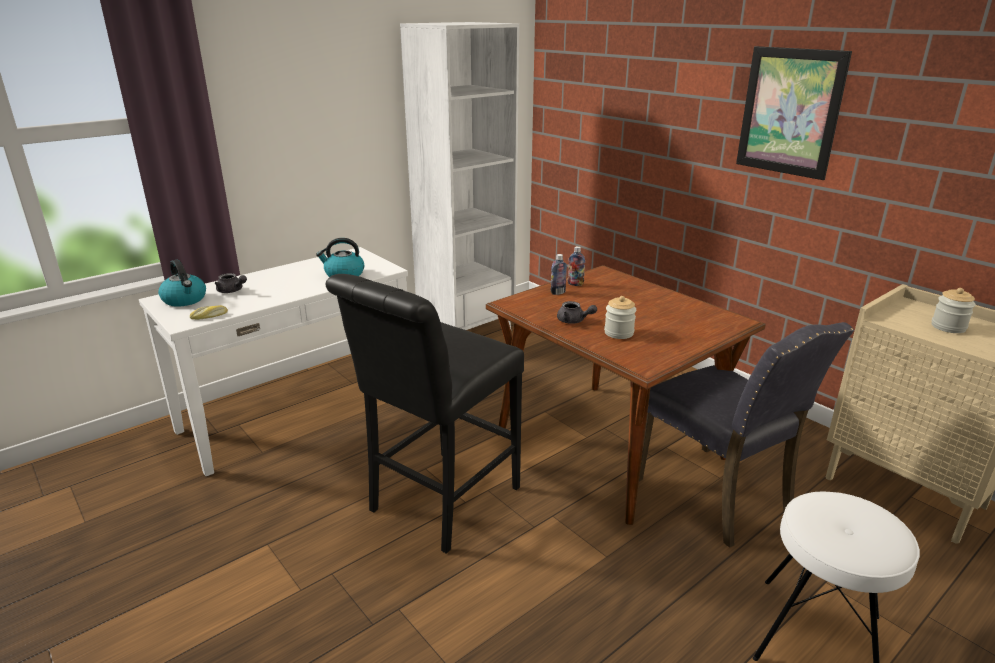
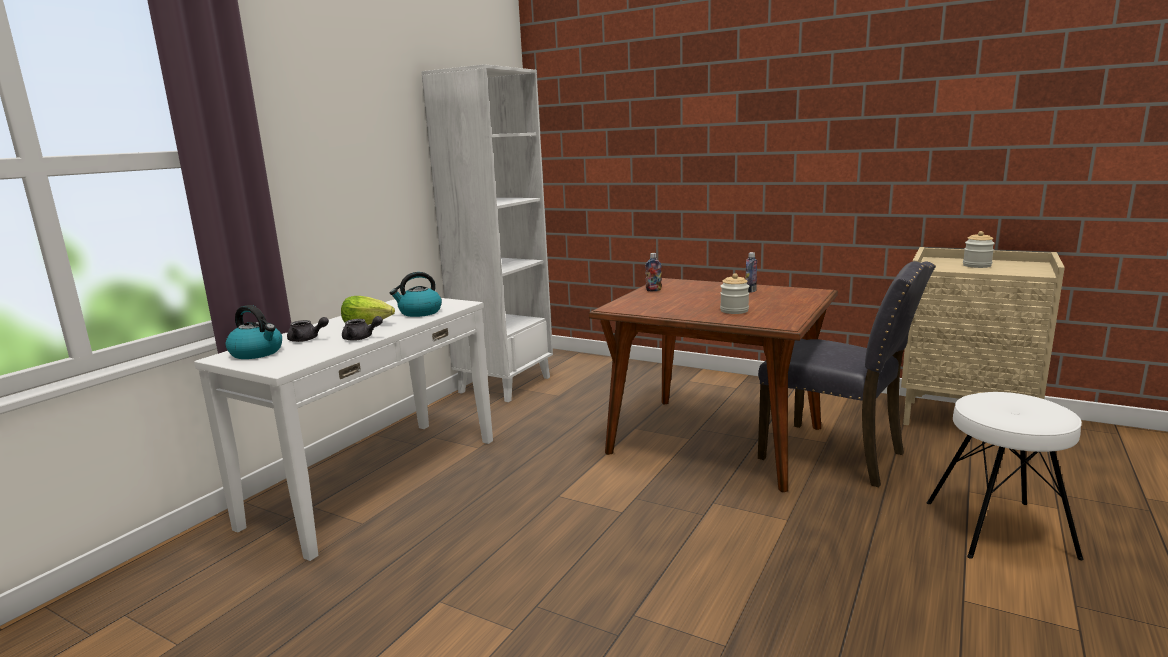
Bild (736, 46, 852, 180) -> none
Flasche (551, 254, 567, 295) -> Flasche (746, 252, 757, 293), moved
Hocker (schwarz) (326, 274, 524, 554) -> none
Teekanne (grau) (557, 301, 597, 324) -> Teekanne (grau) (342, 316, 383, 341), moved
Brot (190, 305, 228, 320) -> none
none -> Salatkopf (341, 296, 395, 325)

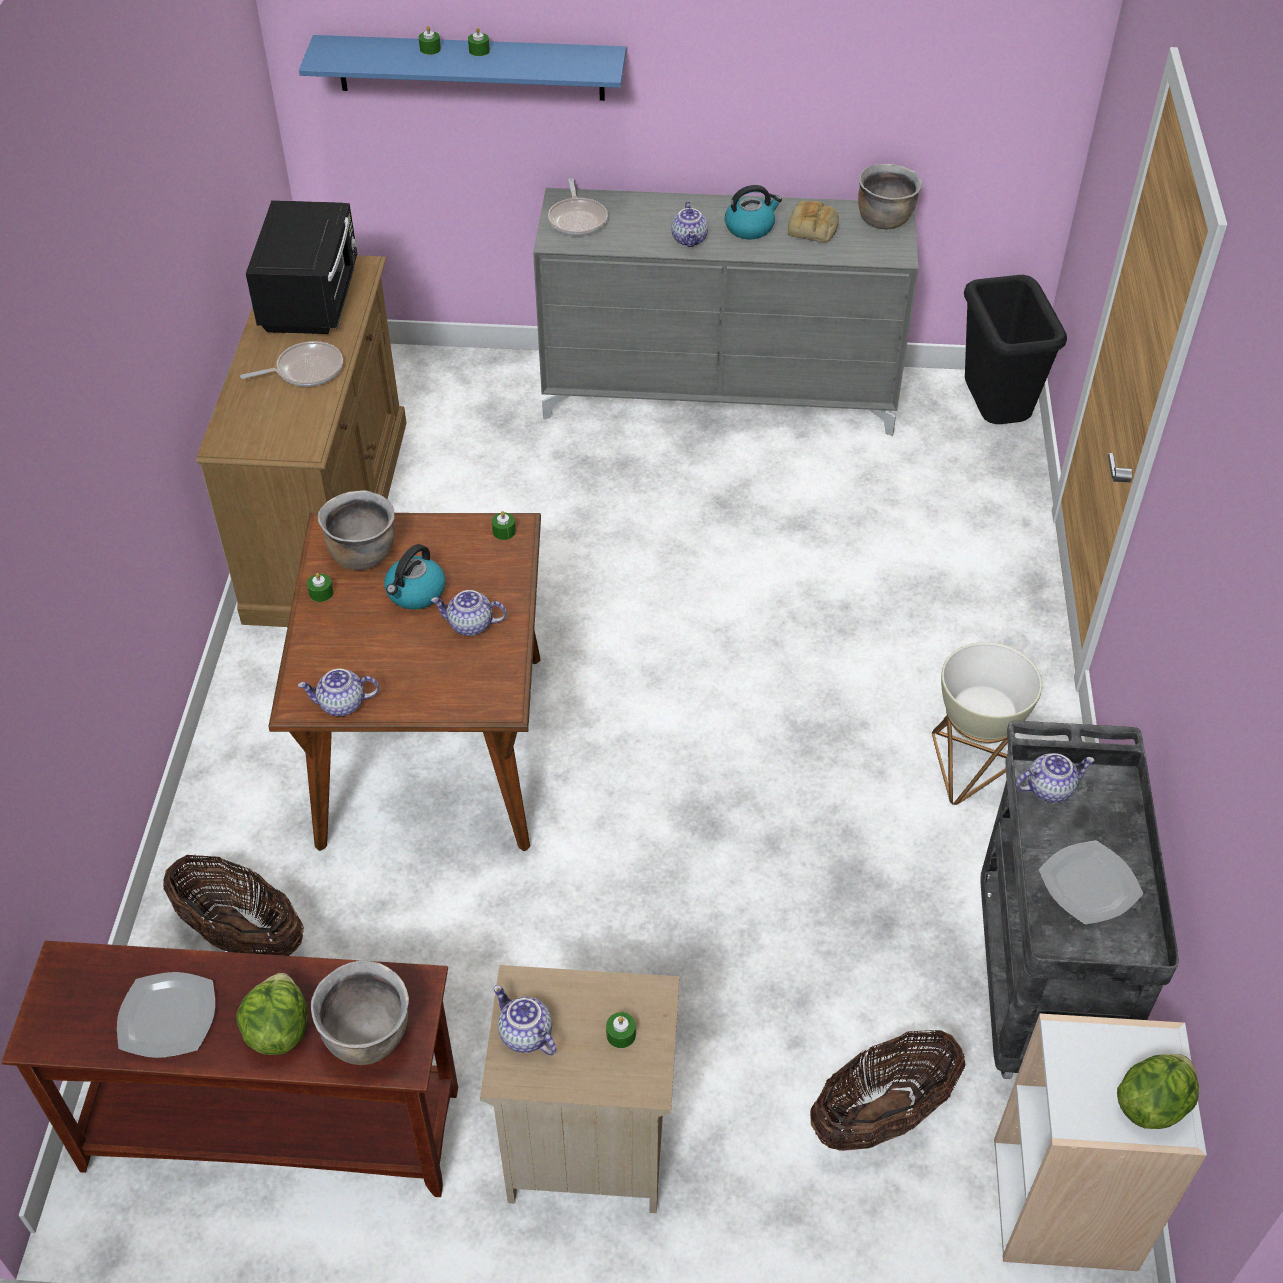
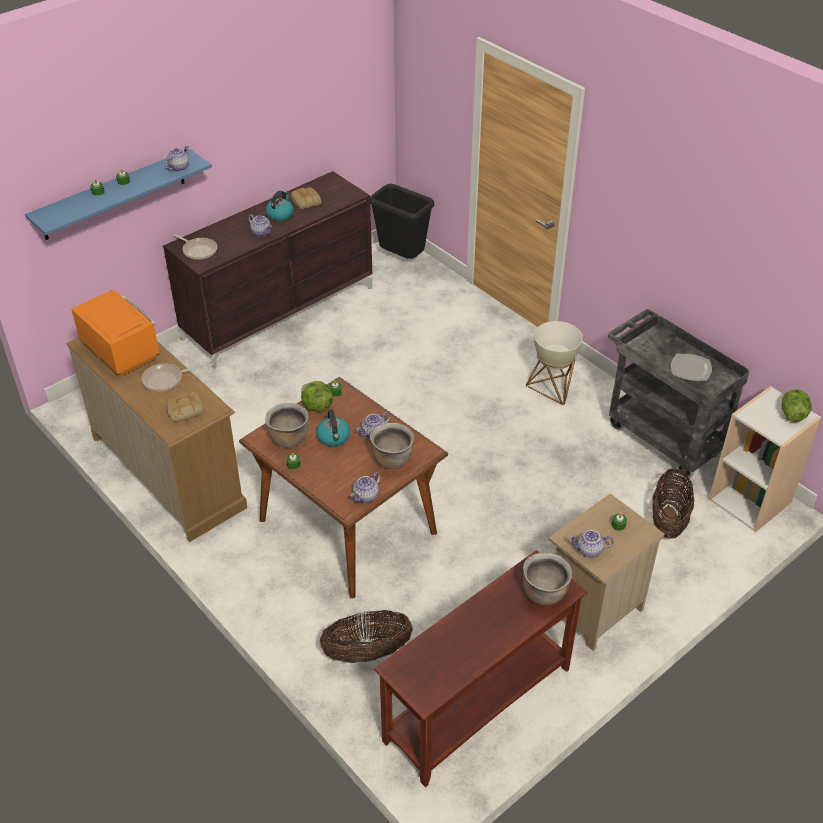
Kochtopf (braun) (858, 164, 922, 229) -> Kochtopf (braun) (370, 423, 414, 469), moved
Kommode (grau) (533, 188, 919, 436) -> Kommode (braun) (163, 171, 373, 370)
Mikrowelle (schwarz) (246, 200, 357, 334) -> Mikrowelle (orange) (71, 289, 160, 376)
Pfanne (240, 341, 343, 387) -> Pfanne (142, 363, 203, 392), 135 degrees counterclockwise
Teekanne (1016, 753, 1095, 803) -> Teekanne (165, 145, 189, 172), moved
Teller (117, 972, 215, 1058) -> none
Salatkopf (236, 973, 307, 1055) -> Salatkopf (301, 381, 333, 412), moved
none -> Brot (166, 392, 204, 422)

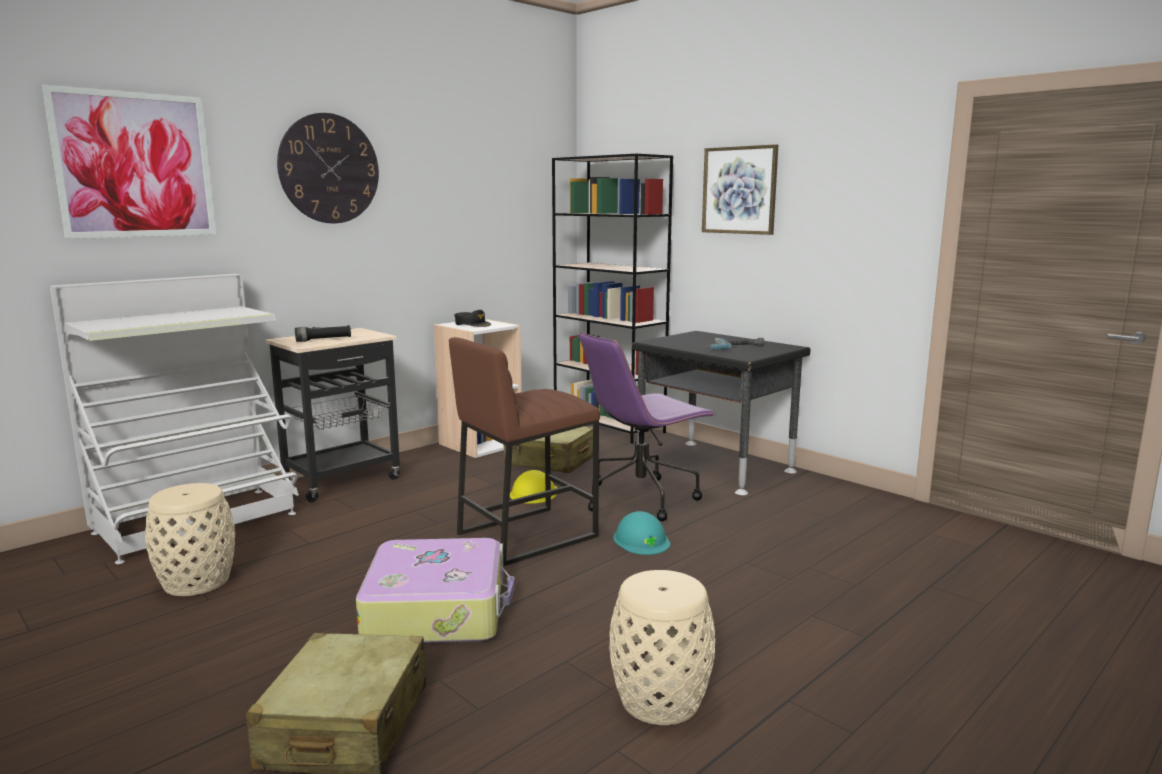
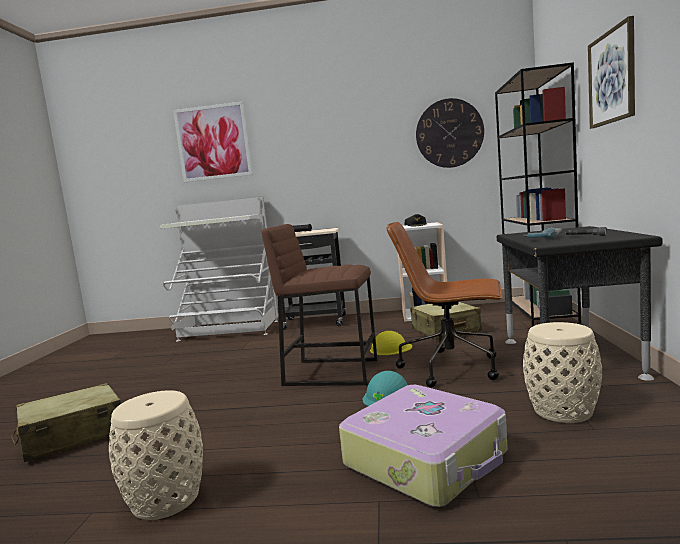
Wanduhr (277, 113, 379, 223) -> Wanduhr (416, 98, 484, 168), moved
Bürostuhl (lila) (579, 332, 716, 521) -> Bürostuhl (braun) (386, 222, 502, 388)
Hocker (beige) (145, 483, 235, 596) -> Hocker (beige) (523, 322, 602, 423), moved
Koffer (356, 538, 515, 643) -> Koffer (339, 385, 508, 507), moved

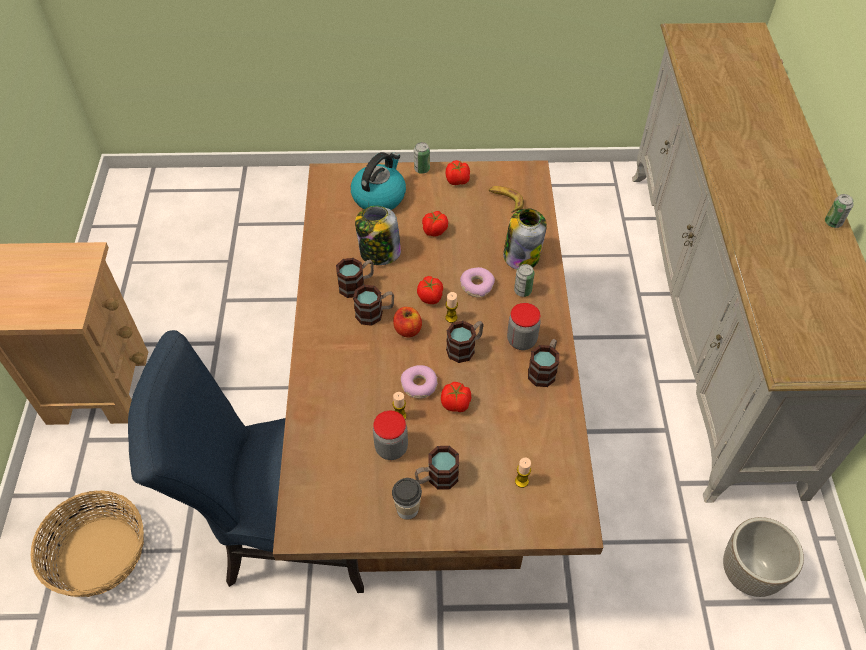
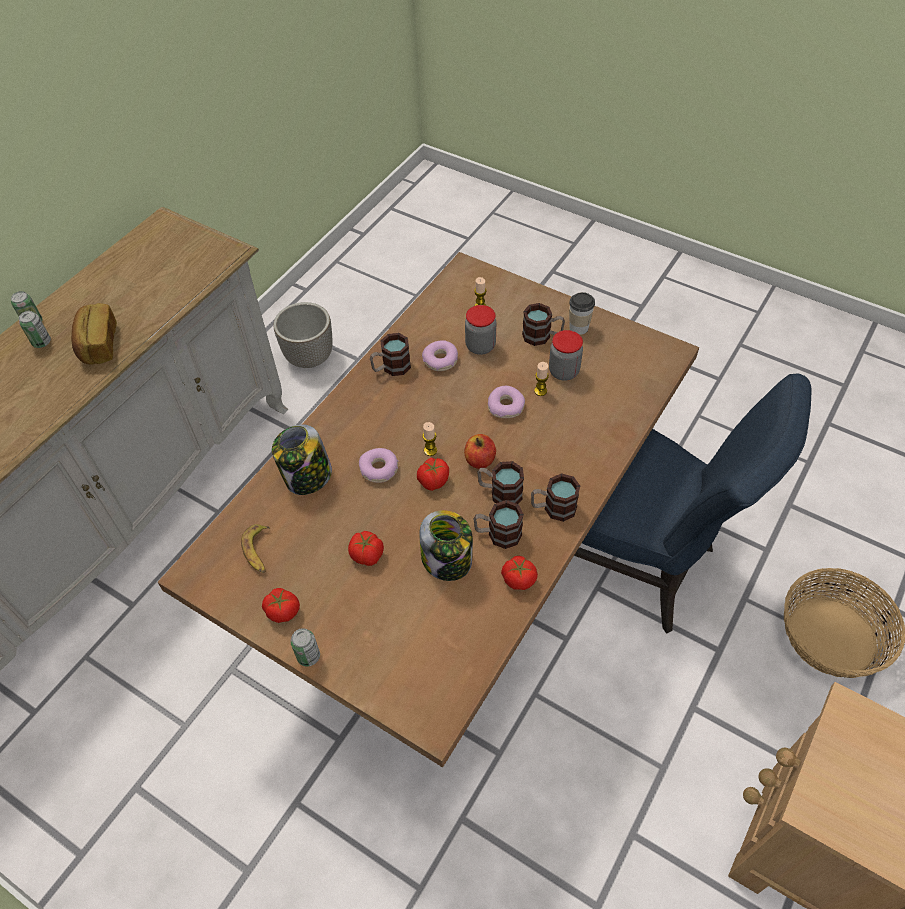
Wasserkessel (351, 152, 406, 210) -> none
Dose (514, 264, 534, 297) -> Dose (19, 311, 51, 348), moved
Vorratsglas (507, 303, 541, 350) -> Vorratsglas (465, 305, 496, 355), moved
Henkelbecher (446, 321, 484, 363) -> Henkelbecher (531, 473, 580, 522), moved
Tomate (441, 382, 471, 412) -> Tomate (501, 556, 538, 590), moved
none -> Brot (71, 303, 117, 364)
none -> Donut (422, 340, 458, 371)

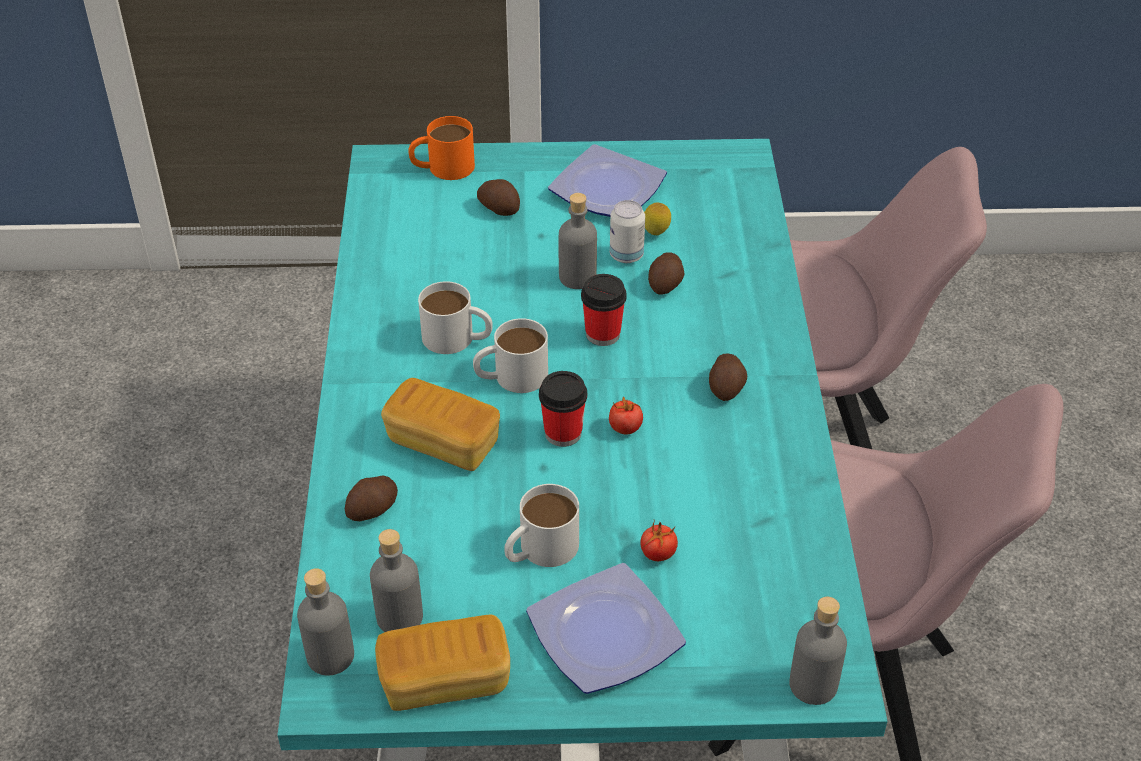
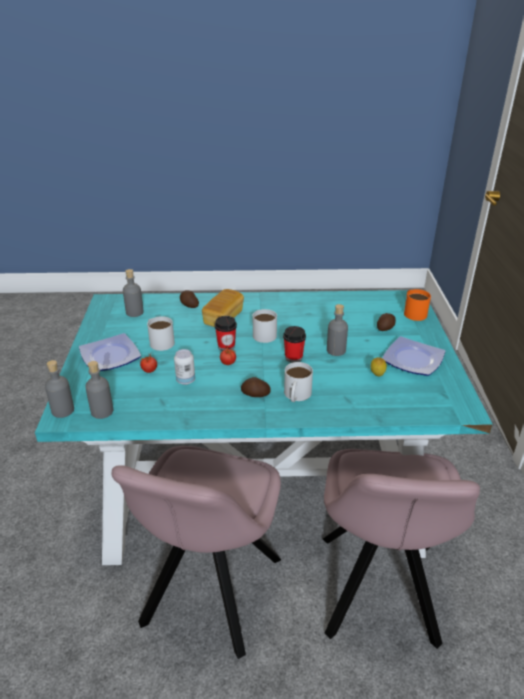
Dose (610, 200, 645, 263) -> Dose (174, 349, 195, 385), moved
Kartoffel (648, 252, 685, 294) -> none
Henkelbecher (weiß) (418, 281, 493, 354) -> Henkelbecher (weiß) (284, 362, 313, 402), moved
Flasche (grau) (297, 568, 354, 676) -> Flasche (grau) (85, 361, 113, 419), moved
Brot (375, 615, 510, 711) -> none

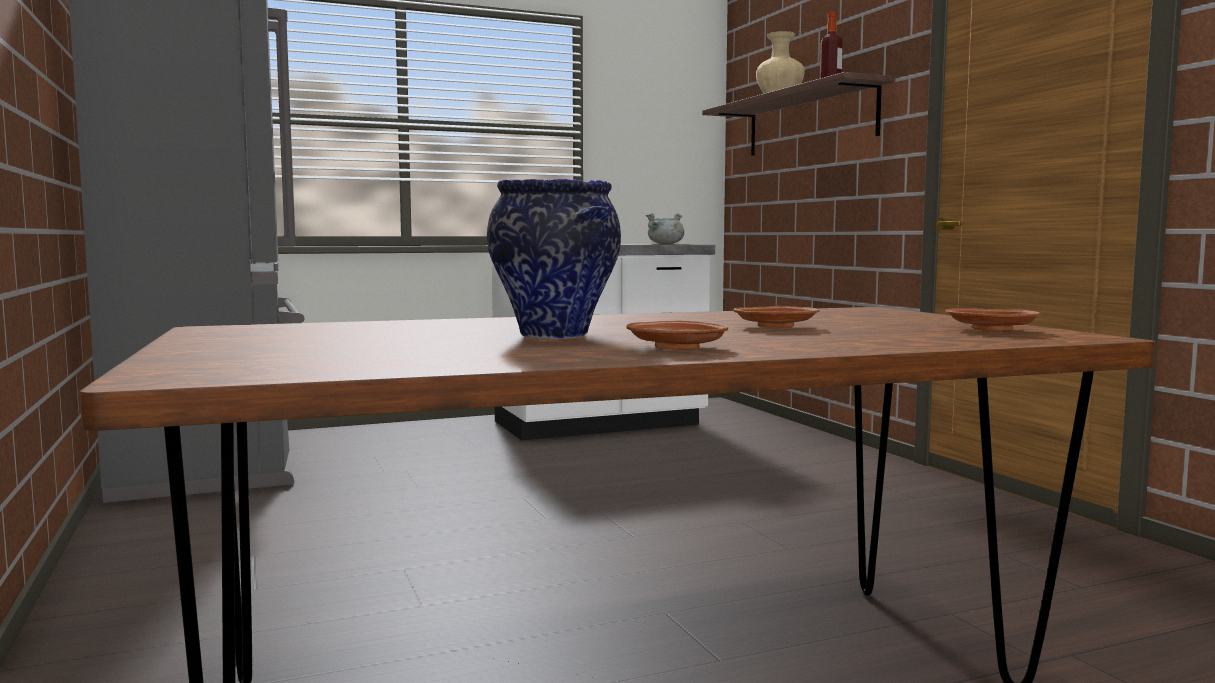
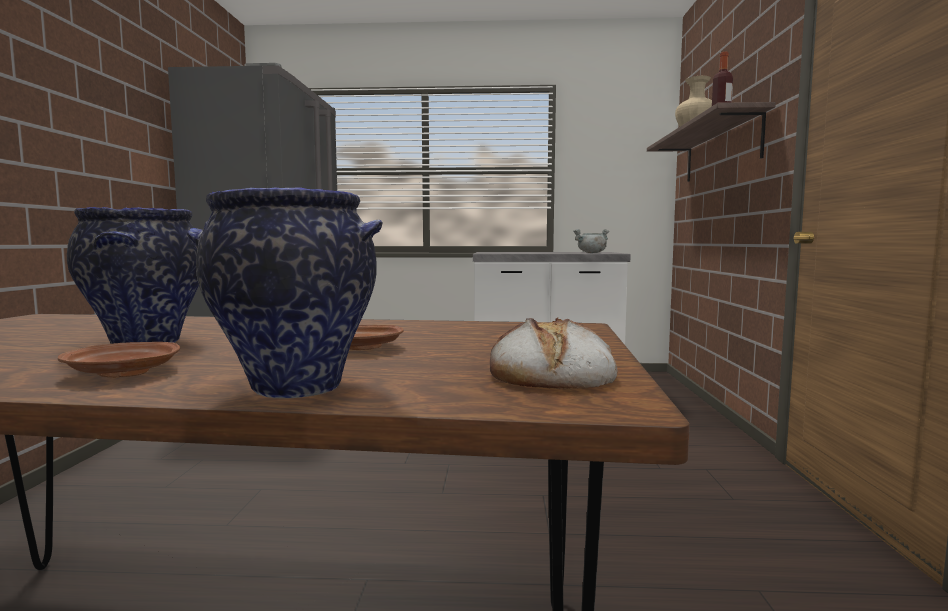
Teller (braun) (946, 308, 1040, 331) -> Brot (490, 318, 618, 389)
none -> Vase (187, 187, 383, 398)

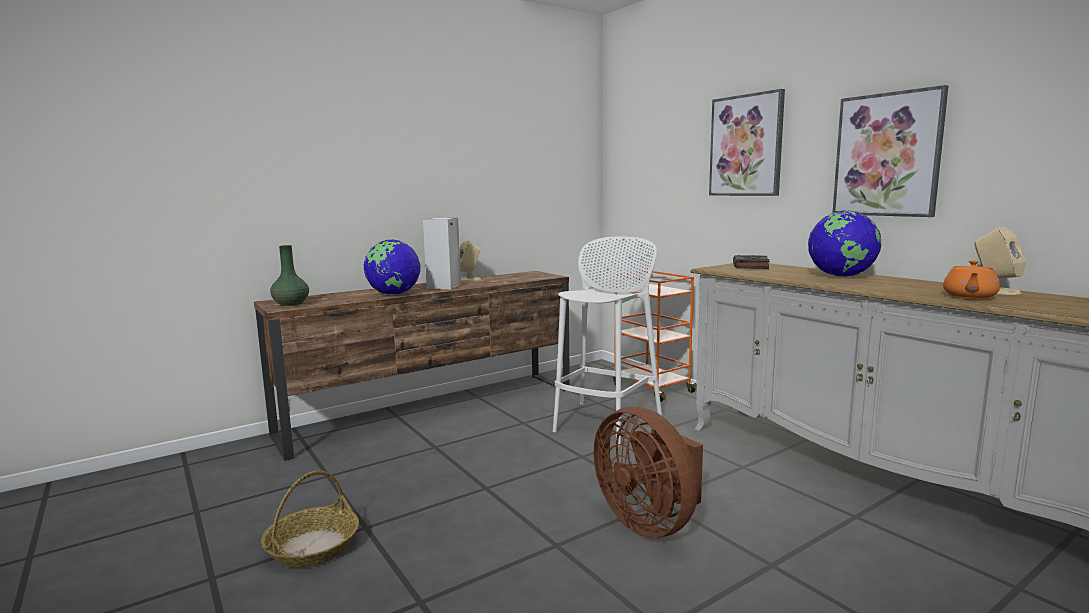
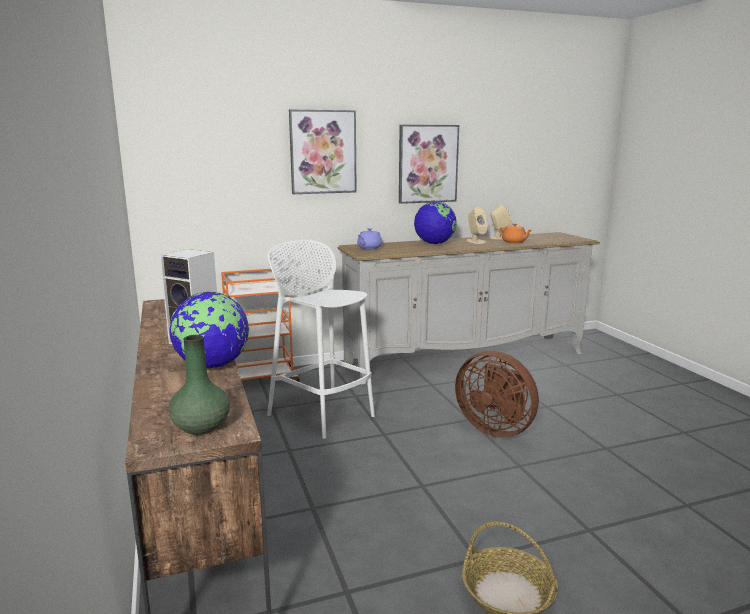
Lautsprecher (beige) (459, 240, 481, 282) -> Lautsprecher (beige) (466, 207, 488, 244), moved
Buch (schwarz) (733, 255, 770, 269) -> Teekanne (lila) (357, 228, 382, 249)
Ventilator (braun) (593, 407, 703, 538) -> Ventilator (braun) (455, 351, 539, 438), 60 degrees clockwise

